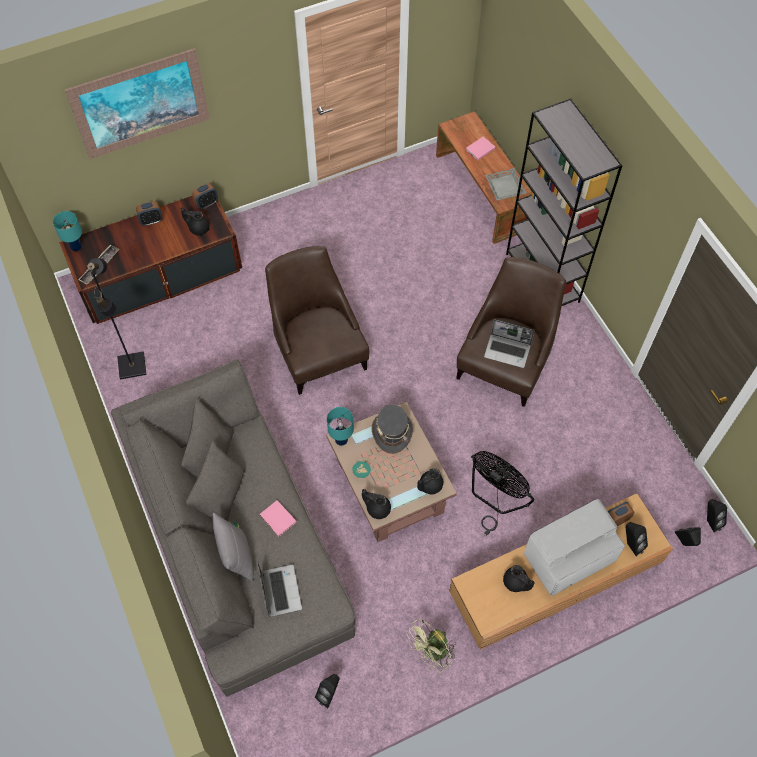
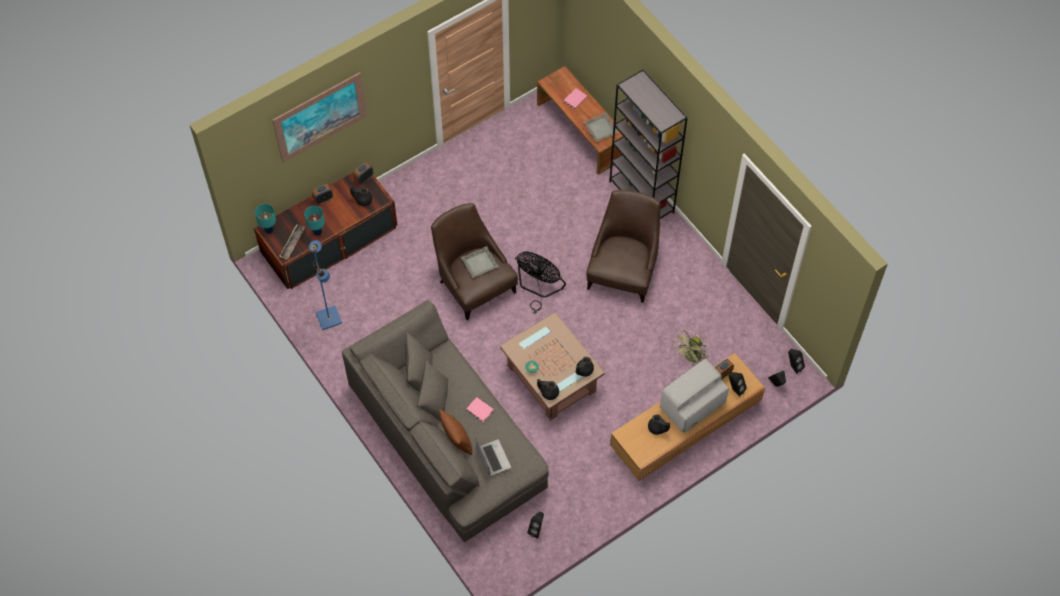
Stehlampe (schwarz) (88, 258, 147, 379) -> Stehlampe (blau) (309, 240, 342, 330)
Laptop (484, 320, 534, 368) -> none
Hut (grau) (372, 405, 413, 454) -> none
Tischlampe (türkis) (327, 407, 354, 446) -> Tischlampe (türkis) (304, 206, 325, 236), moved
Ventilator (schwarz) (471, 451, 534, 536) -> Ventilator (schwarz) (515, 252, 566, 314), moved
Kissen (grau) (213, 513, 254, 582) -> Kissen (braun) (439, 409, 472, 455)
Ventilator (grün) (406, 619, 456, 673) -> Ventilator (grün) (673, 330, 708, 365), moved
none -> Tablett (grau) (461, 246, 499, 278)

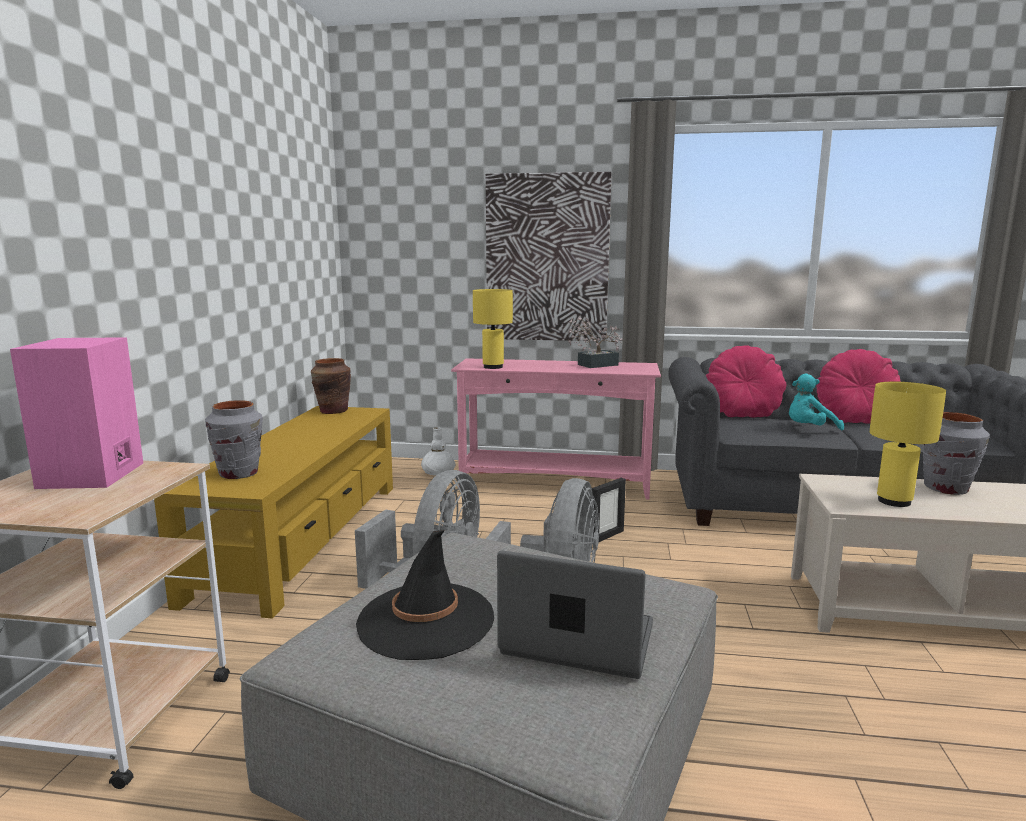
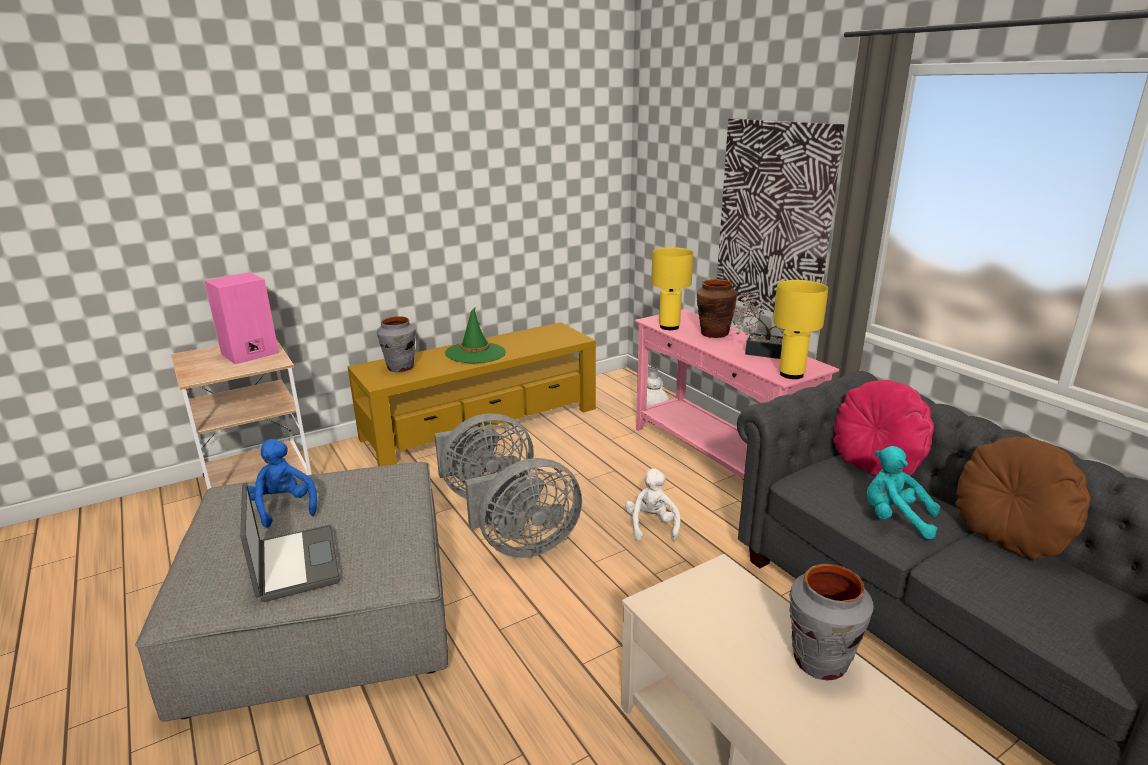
Kissen (rosa) (816, 349, 901, 424) -> Kissen (braun) (955, 437, 1091, 560)
Vase (braun) (311, 358, 351, 414) -> Vase (braun) (697, 279, 737, 338), moved
Tischlampe (gelb) (870, 382, 946, 507) -> Tischlampe (gelb) (773, 280, 828, 379), moved
Bilderrahmen (592, 478, 626, 543) -> Plüschtier (weiß) (625, 469, 681, 541)
Hut (schwarz) (356, 530, 494, 660) -> Plüschtier (blau) (248, 439, 317, 528)
none -> Hut (grün) (445, 307, 506, 363)

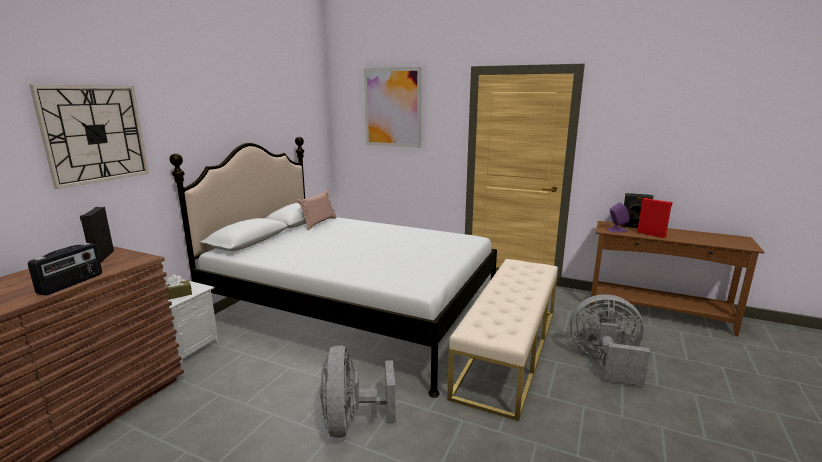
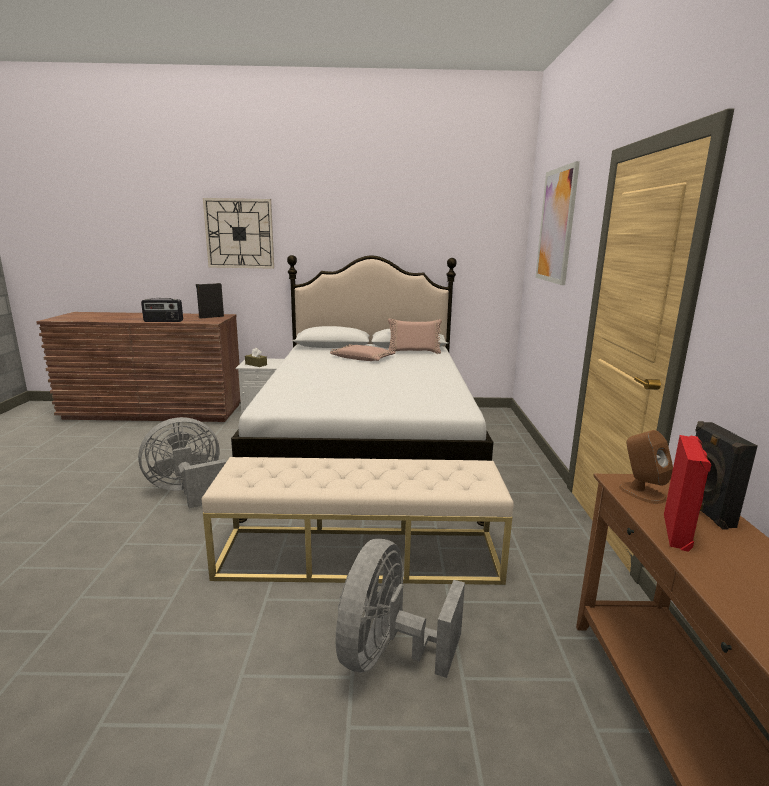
Lautsprecher (lila) (607, 202, 630, 233) -> Lautsprecher (braun) (619, 430, 673, 504)
Ventilator (grau) (570, 294, 650, 386) -> Ventilator (grau) (335, 539, 465, 678), 150 degrees counterclockwise
none -> Kissen (beige) (330, 344, 396, 361)

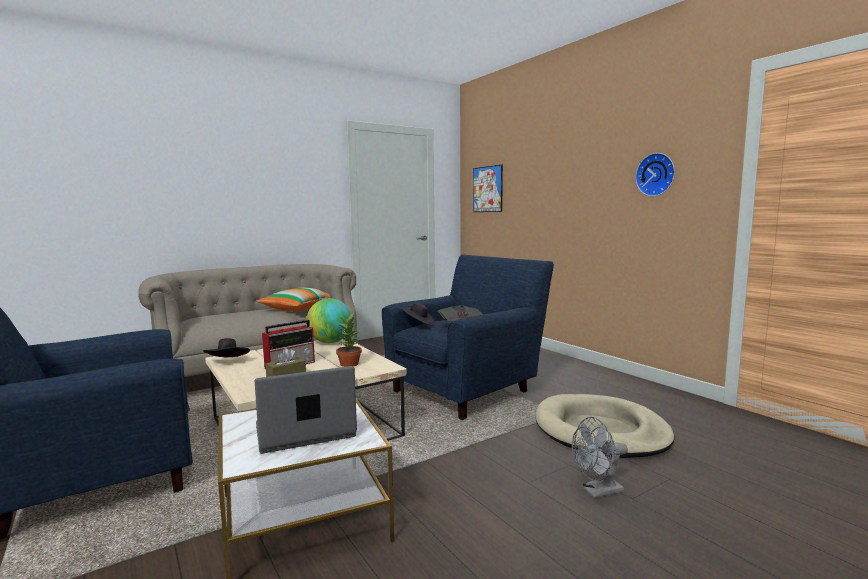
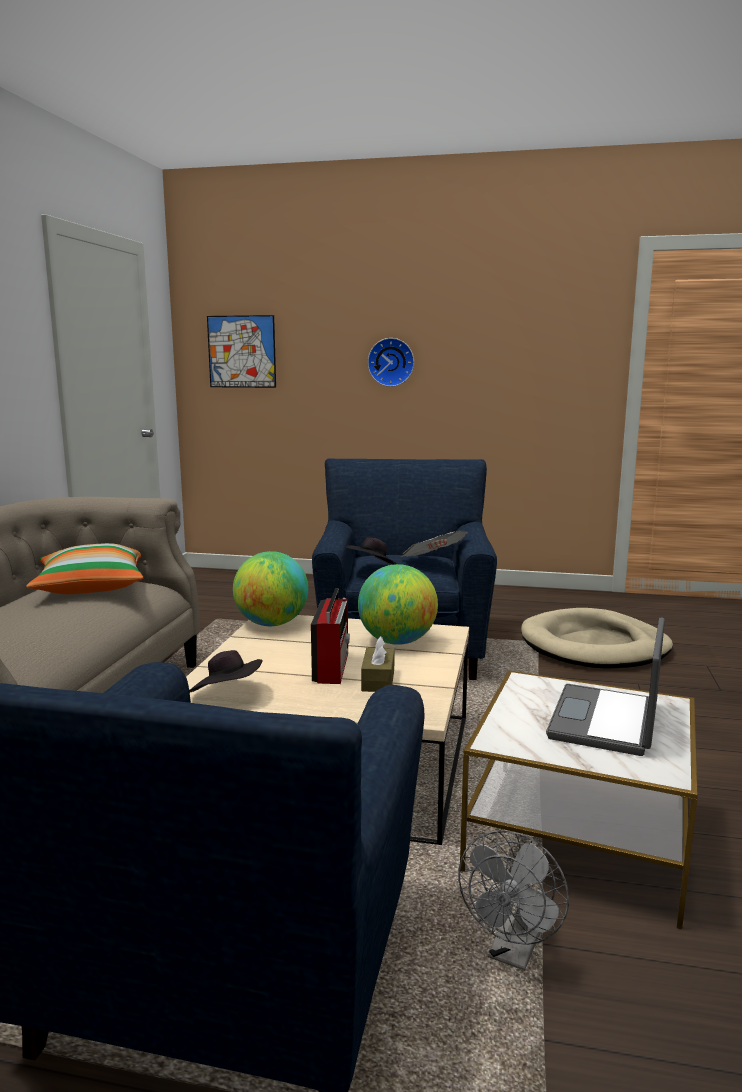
Wanduhr (635, 153, 675, 196) -> Wanduhr (367, 338, 414, 387), moved
Topfpflanze (336, 313, 362, 367) -> Globus (358, 564, 438, 645)
Ventilator (grau) (572, 417, 628, 498) -> Ventilator (grau) (458, 830, 569, 971), moved

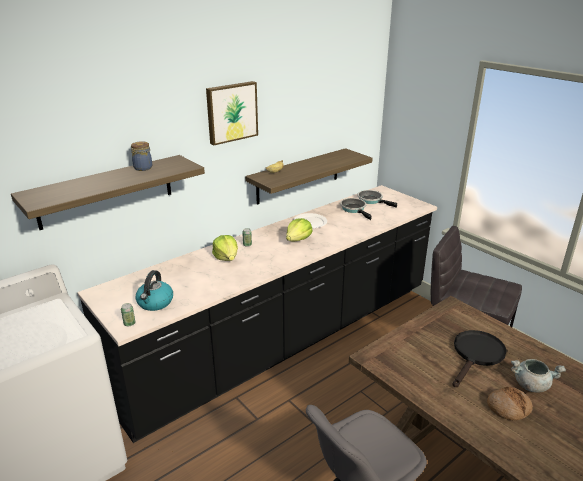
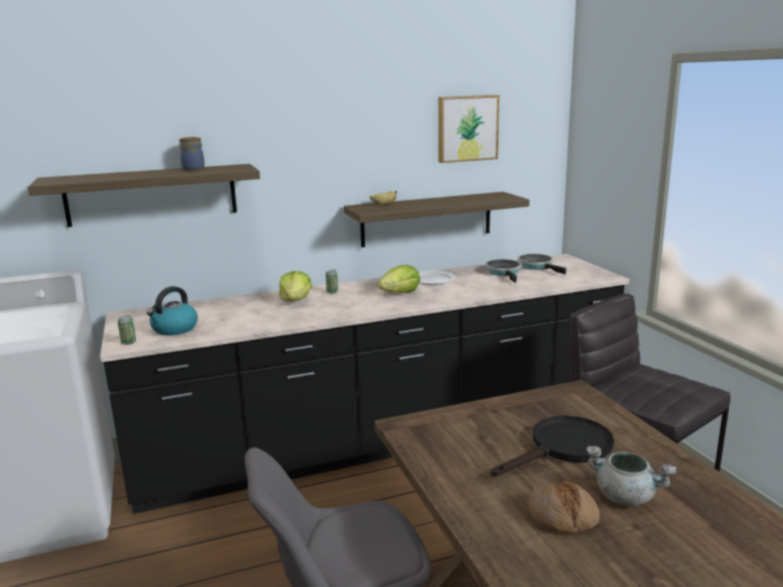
Bild (206, 81, 258, 145) -> Bild (438, 95, 500, 163), moved

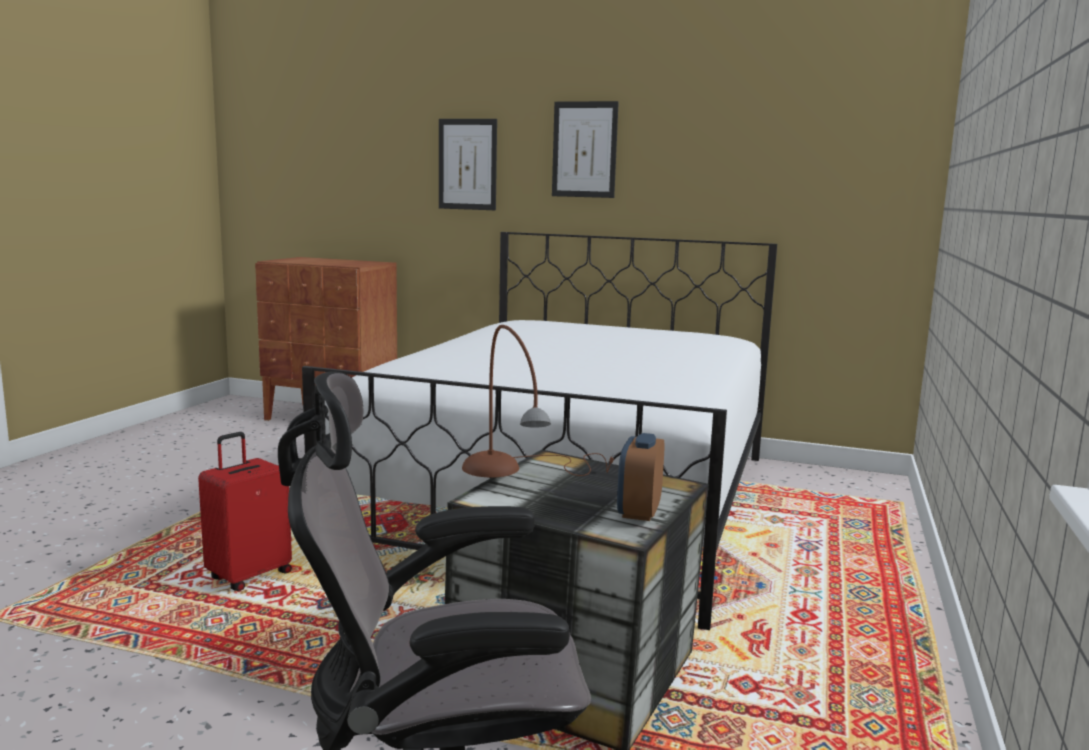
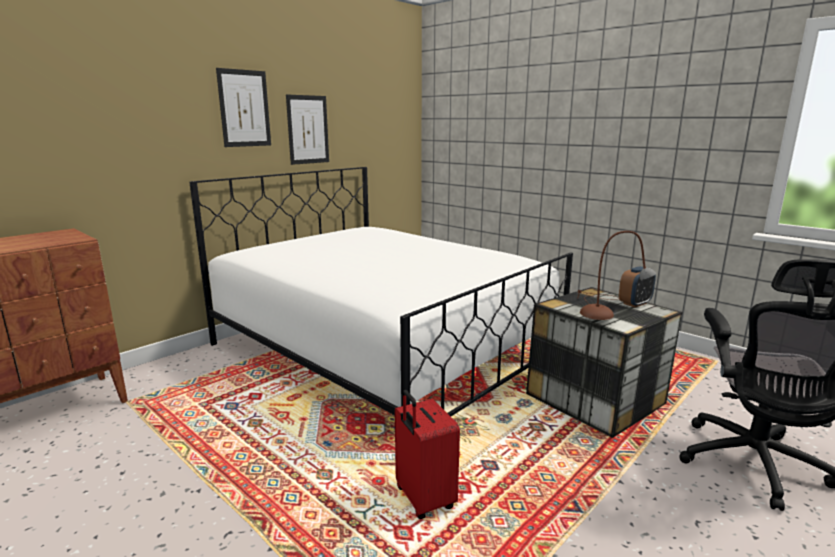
Bild (439, 119, 497, 210) -> Bild (286, 94, 329, 165), moved
Wecker (617, 433, 665, 521) -> Wecker (619, 266, 656, 307), 75 degrees counterclockwise

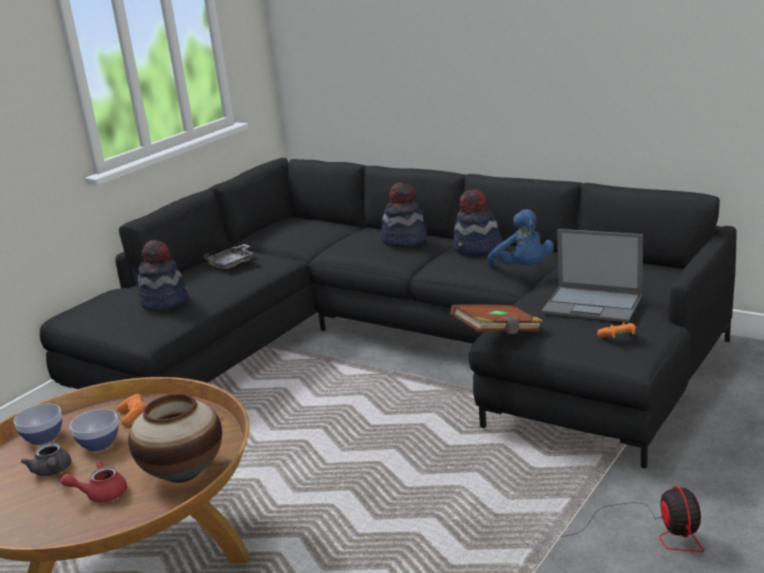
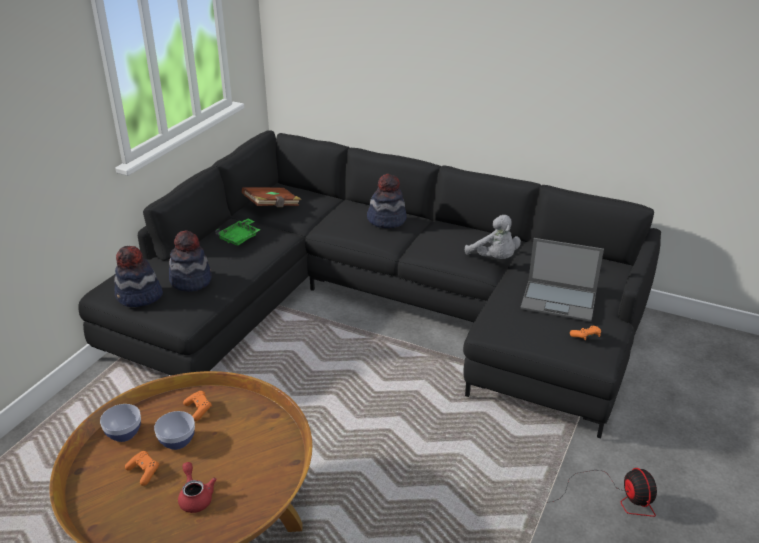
Hut (453, 189, 503, 256) -> Hut (114, 246, 163, 307), moved
Plüschtier (blau) (487, 209, 554, 266) -> Plüschtier (grau) (465, 215, 521, 259)
Tablett (grau) (204, 244, 254, 269) -> Tablett (grün) (215, 218, 260, 245)
Buch (braun) (450, 304, 544, 334) -> Buch (braun) (242, 187, 301, 207), moved
Vase (128, 394, 222, 483) -> none
Teekanne (grau) (21, 443, 71, 476) -> Gamepad (orange) (125, 451, 160, 486)
Teekanne (rot) (61, 461, 127, 503) -> Teekanne (rot) (178, 462, 216, 513), 90 degrees clockwise

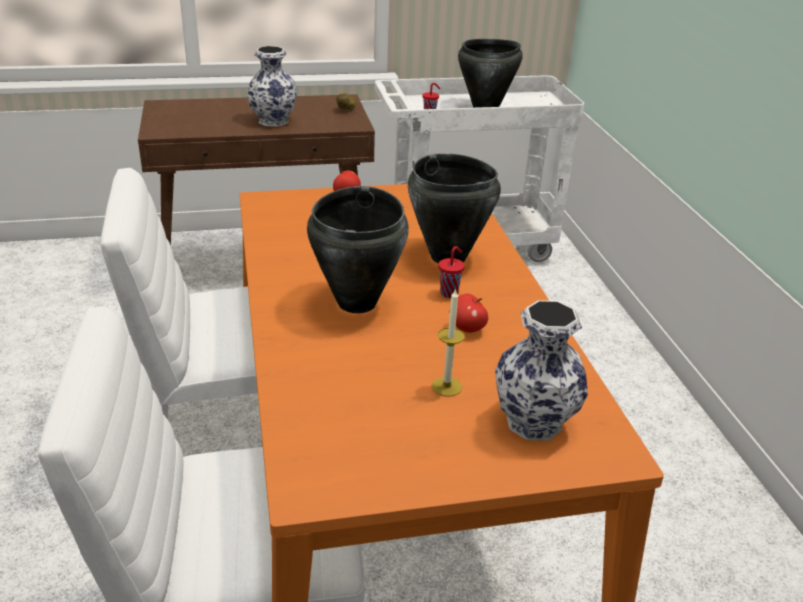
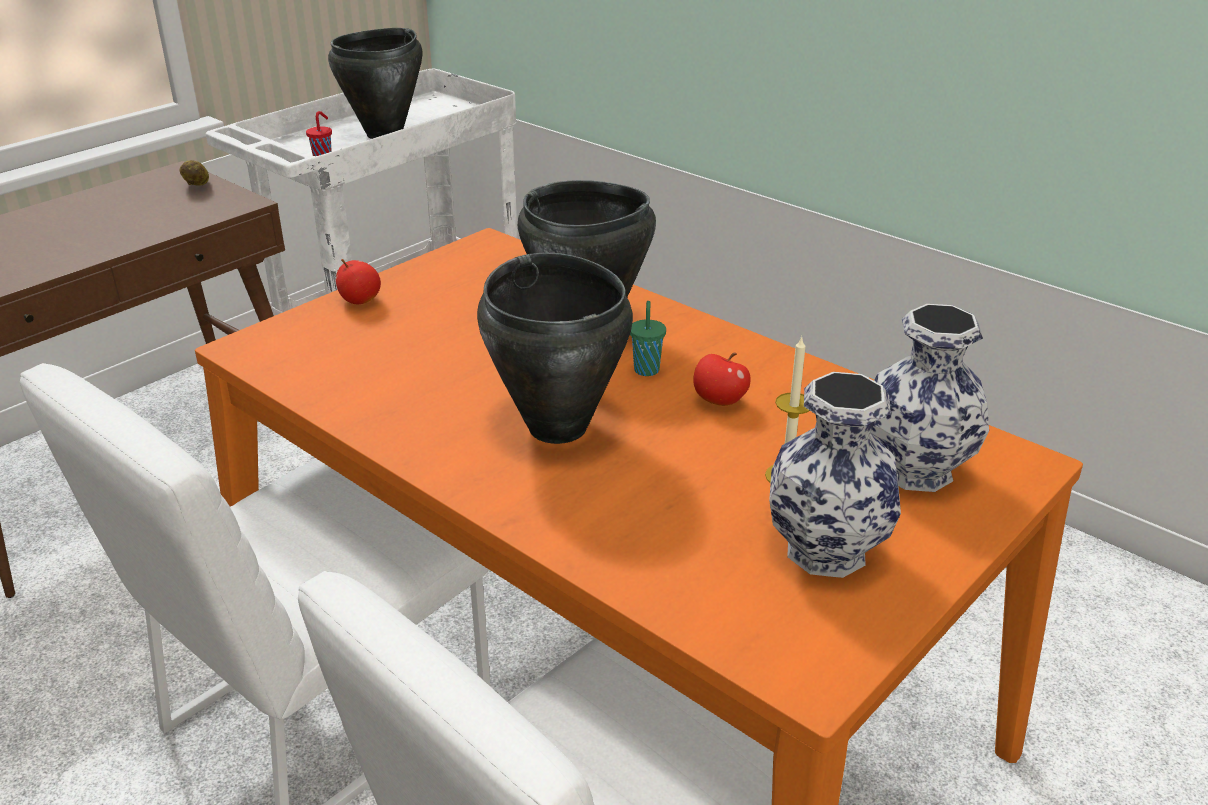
Vase (247, 46, 297, 127) -> Vase (769, 372, 901, 578), moved
Tasse (rot) (439, 246, 465, 298) -> Tasse (grün) (630, 301, 666, 376)

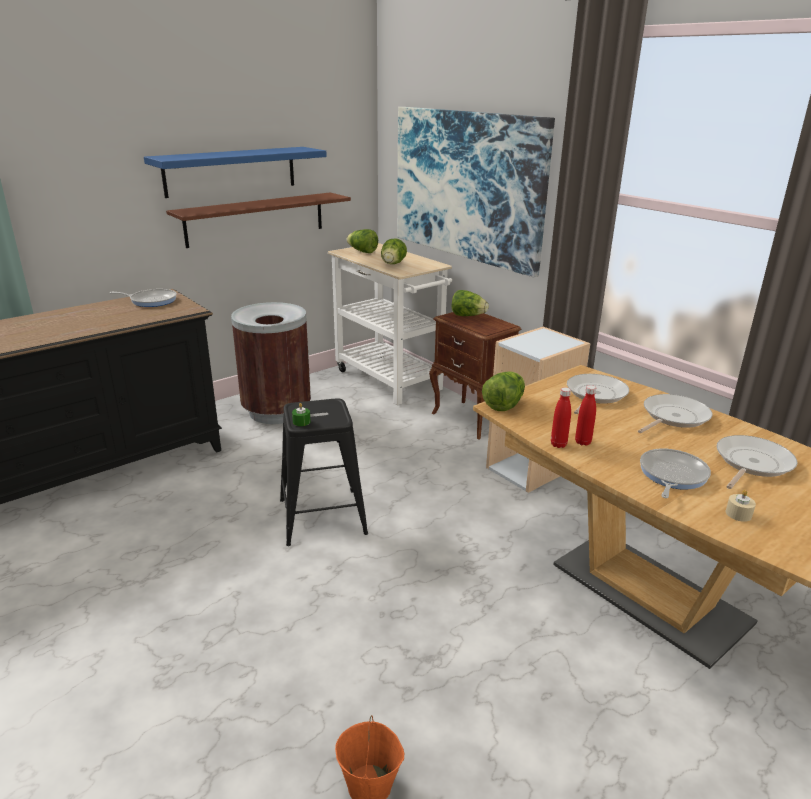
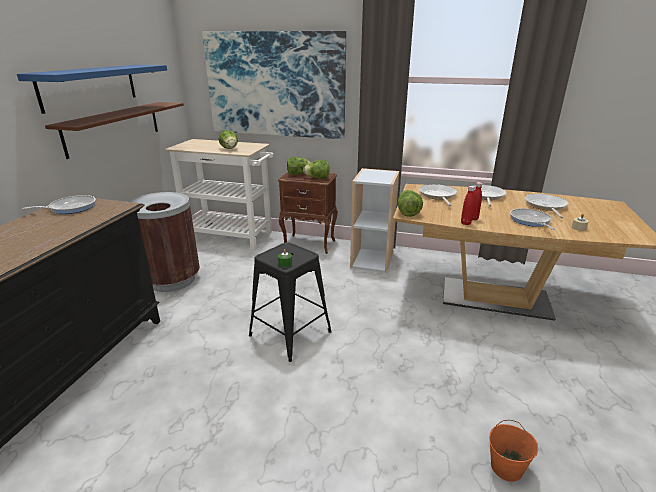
Salatkopf (347, 229, 378, 253) -> Salatkopf (303, 160, 329, 179), moved

